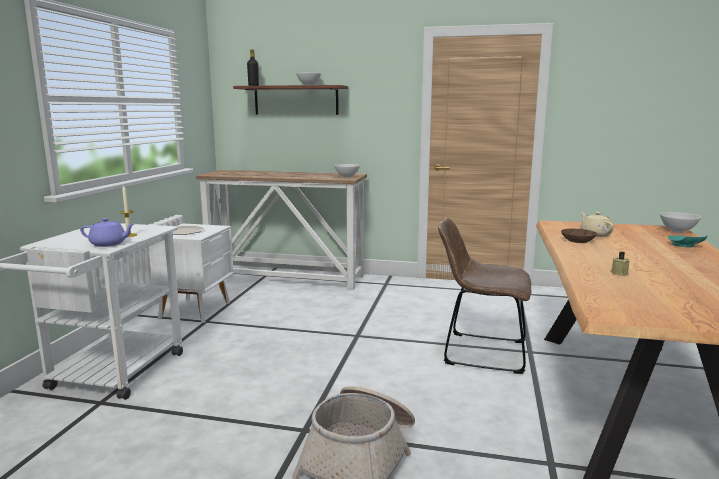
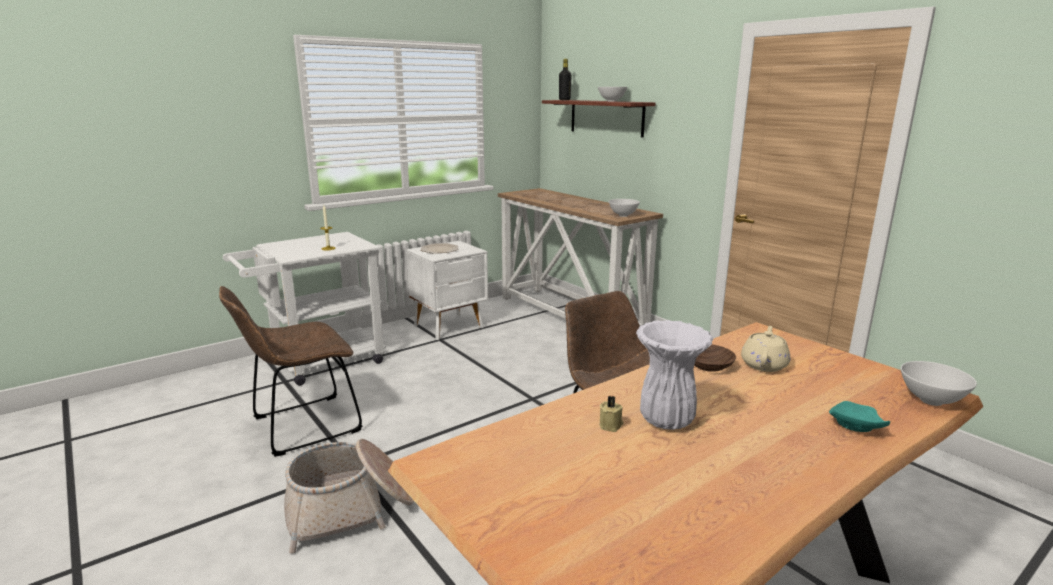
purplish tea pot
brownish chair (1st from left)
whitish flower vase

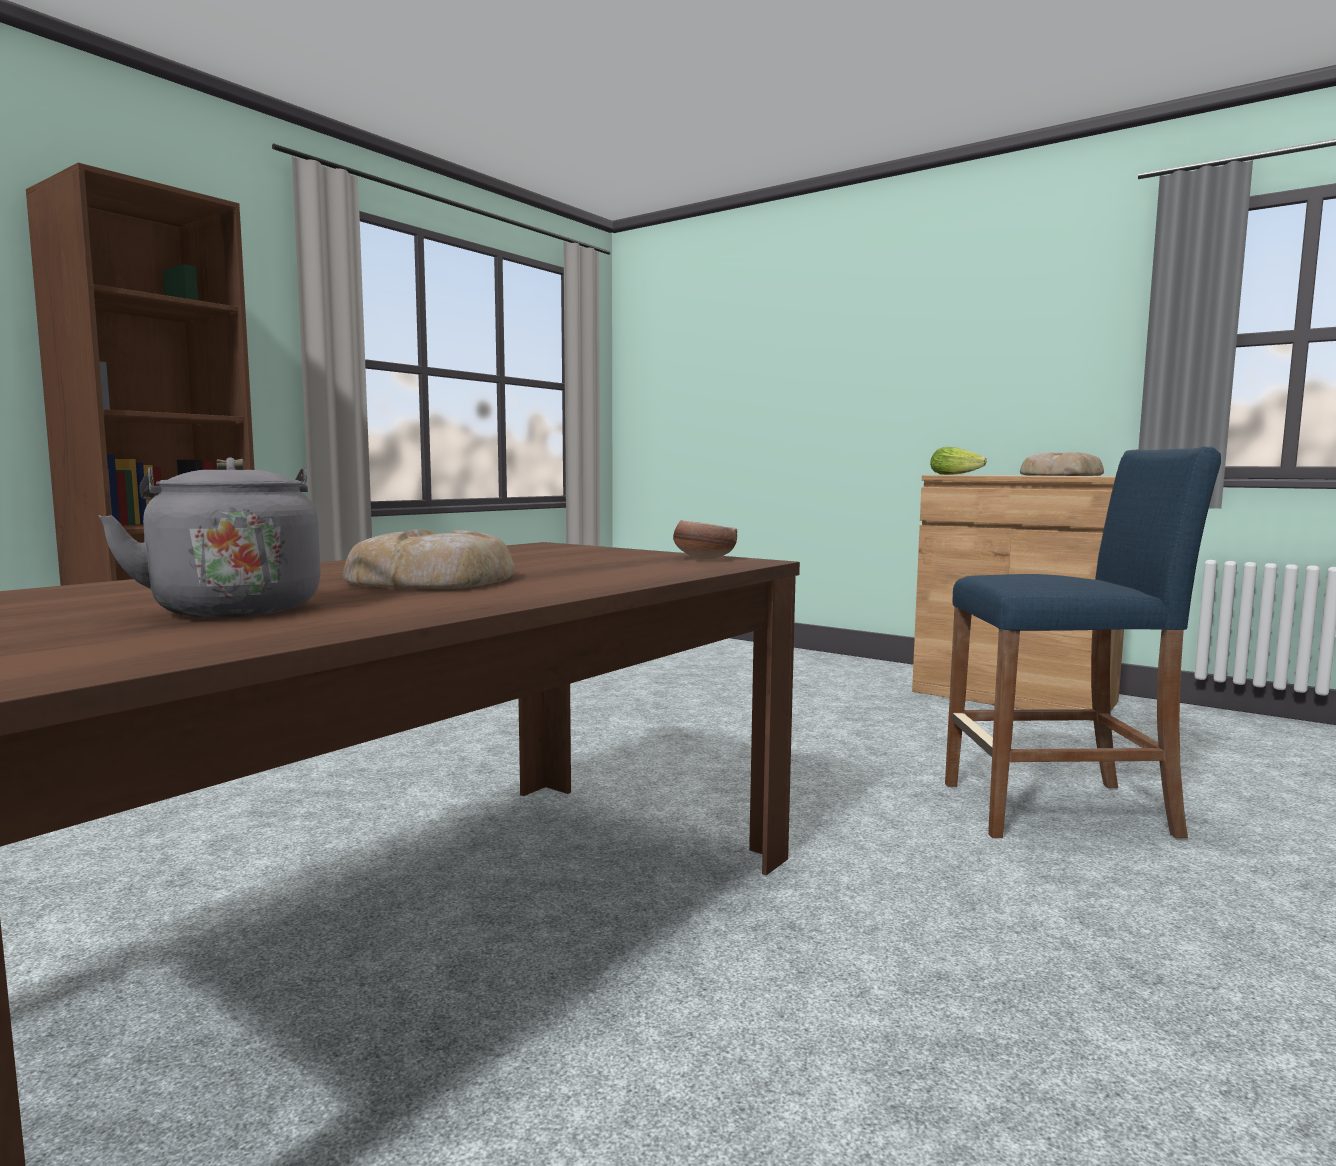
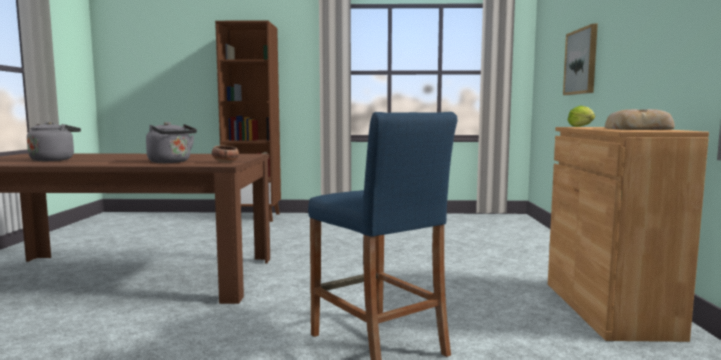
baked bread (1st from left in the first image)
gray kettle (2nd from left)
wall picture

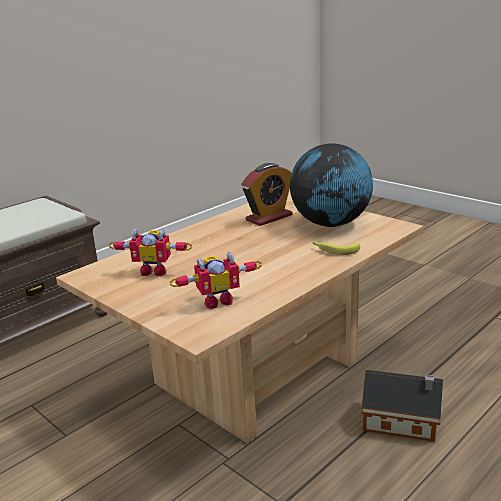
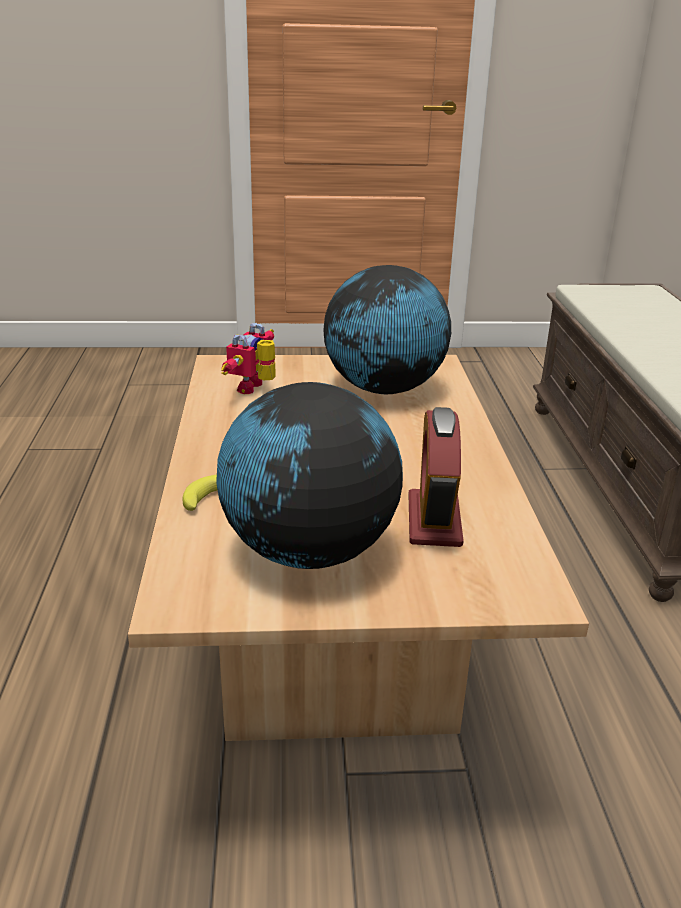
toy house
desk globe (2nd from left)

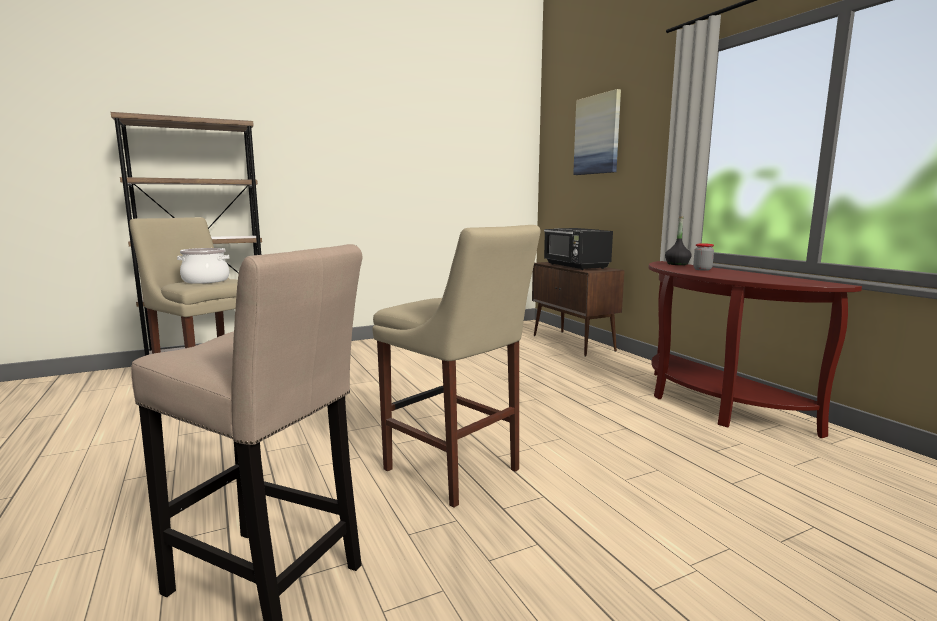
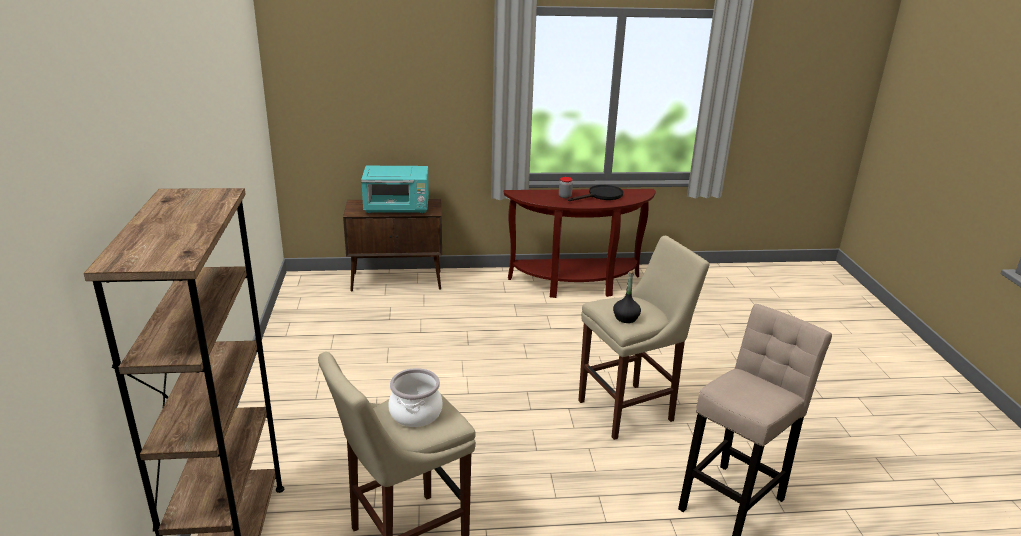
wall picture
blackish skillet
blackish beverage bottle
turquoise kitchen microwave

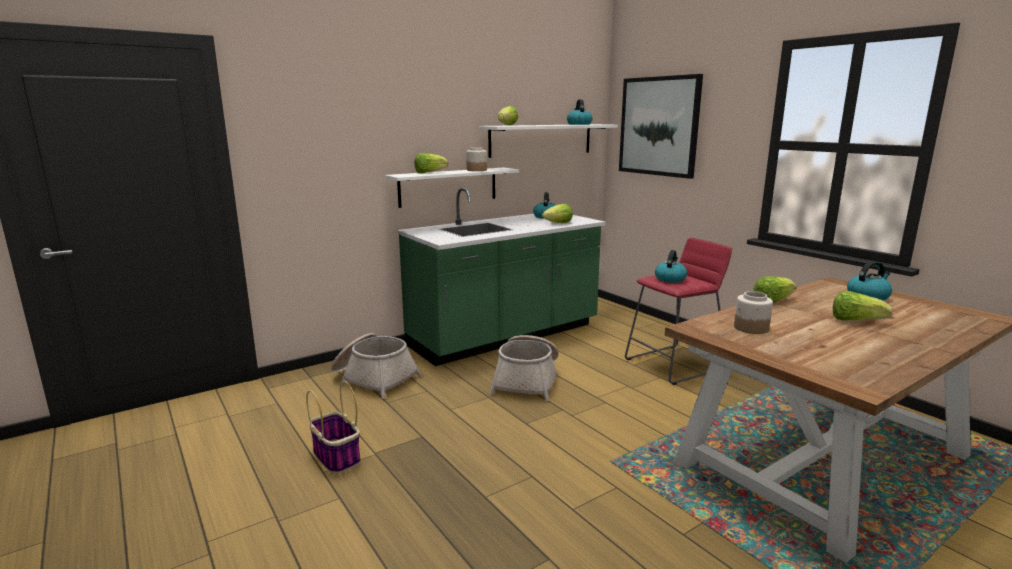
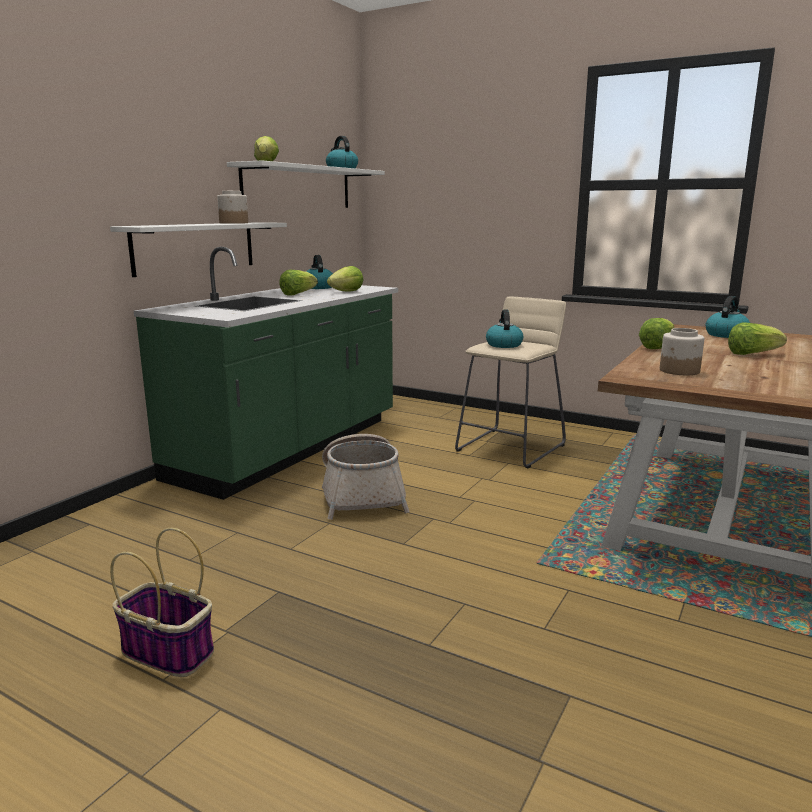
storage basket (2nd from left in the first image)
wall picture
head of lettuce (2nd from left)
beige stool seat

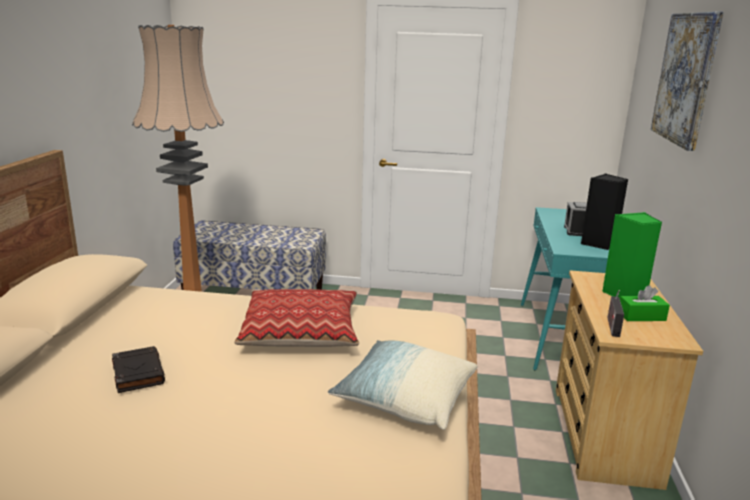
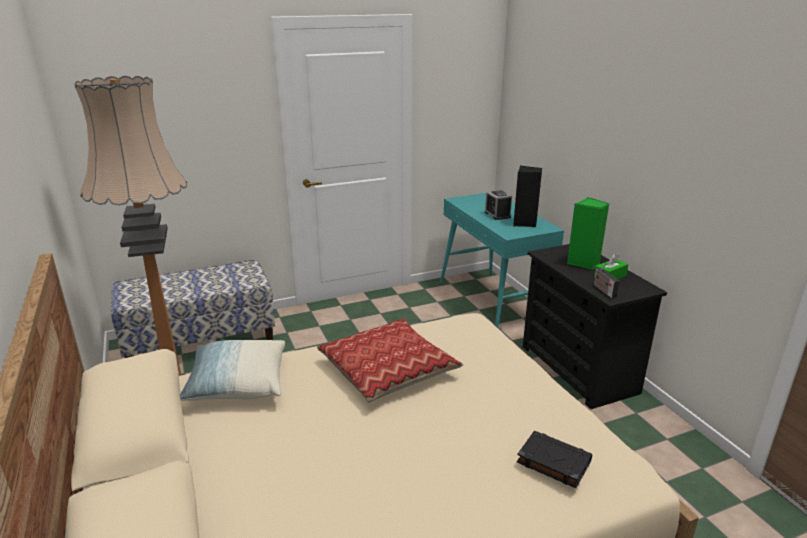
wall picture
blackish book
pillow (1st from left)
blackish dresser

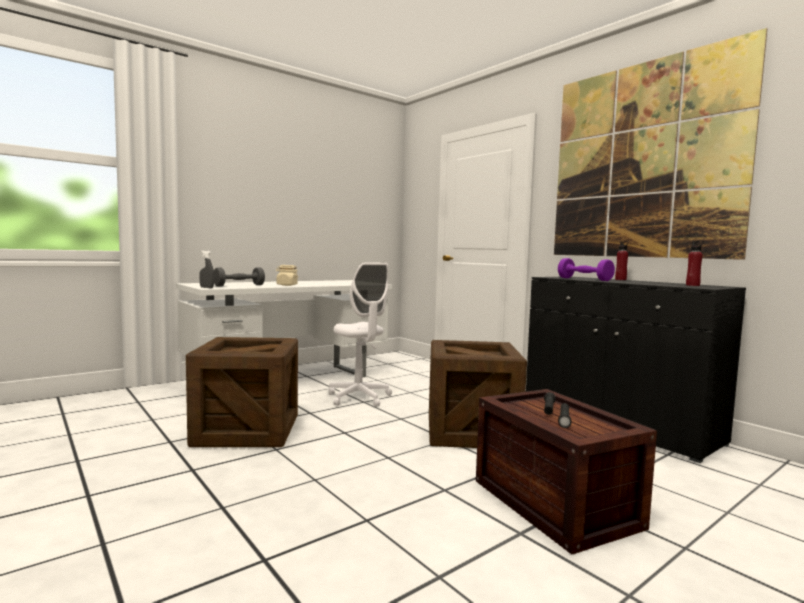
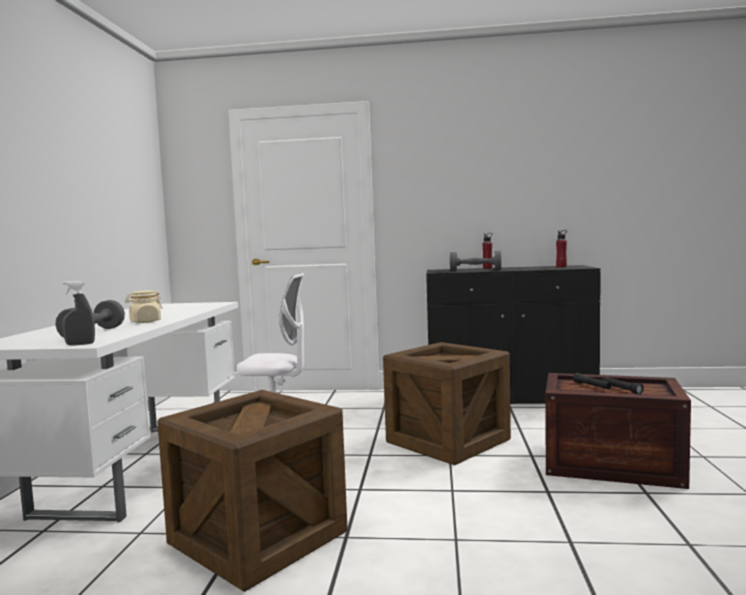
wall picture
gray free weight (2nd from left)

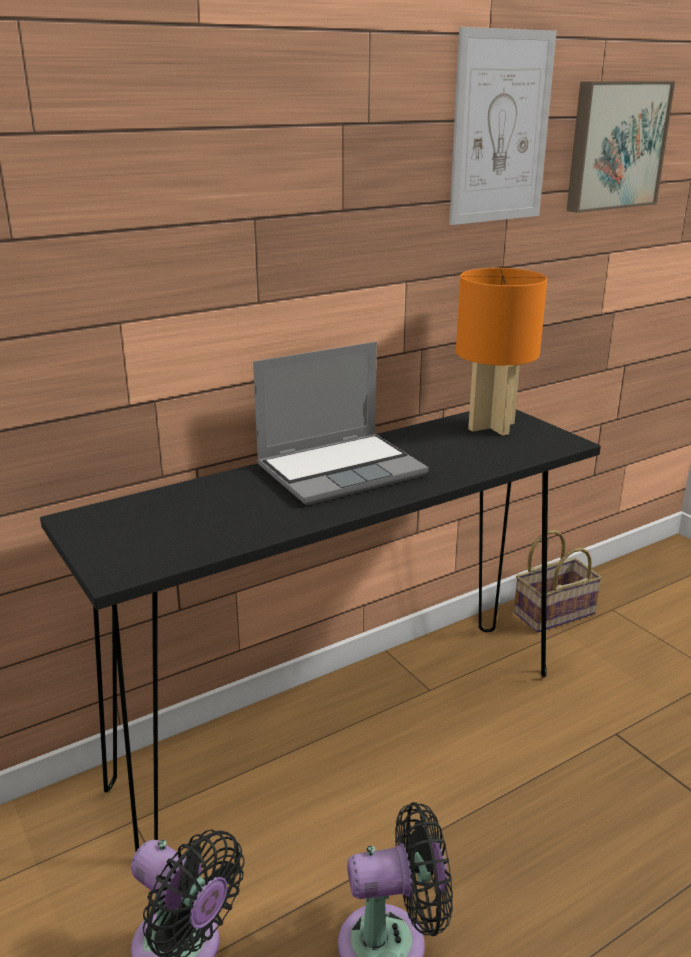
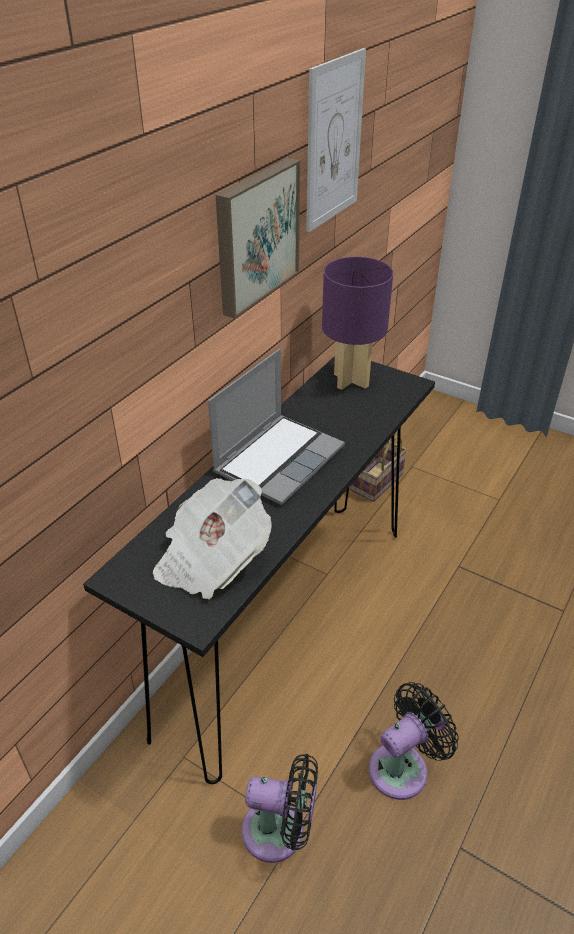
daily paper
wall picture (1st from left)
purplish lamp for a table

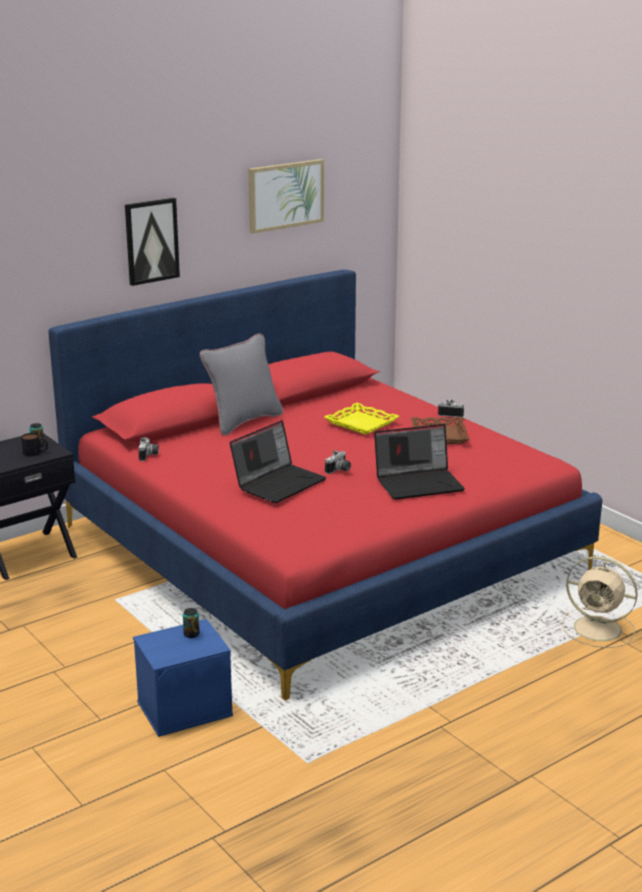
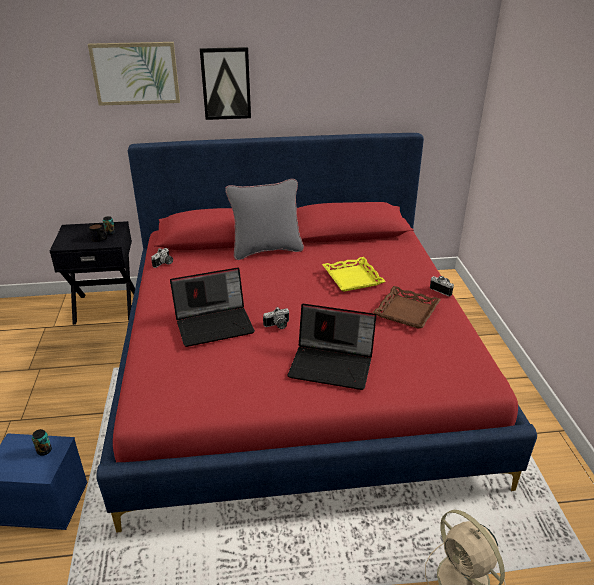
wall picture (1st from left)

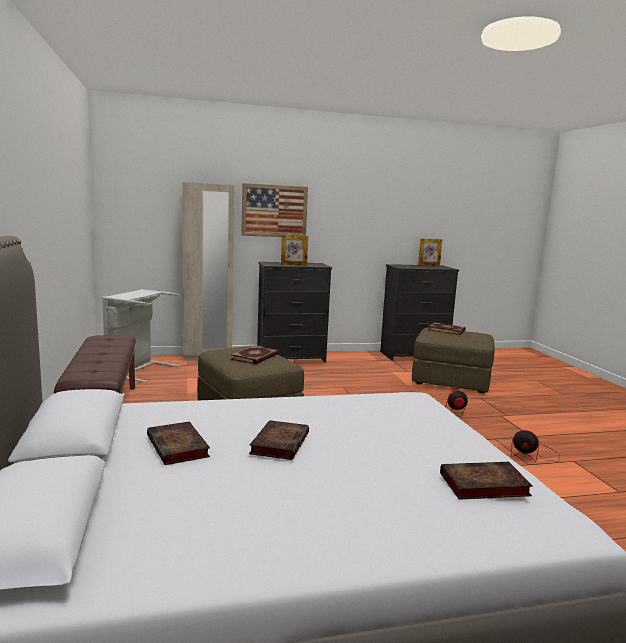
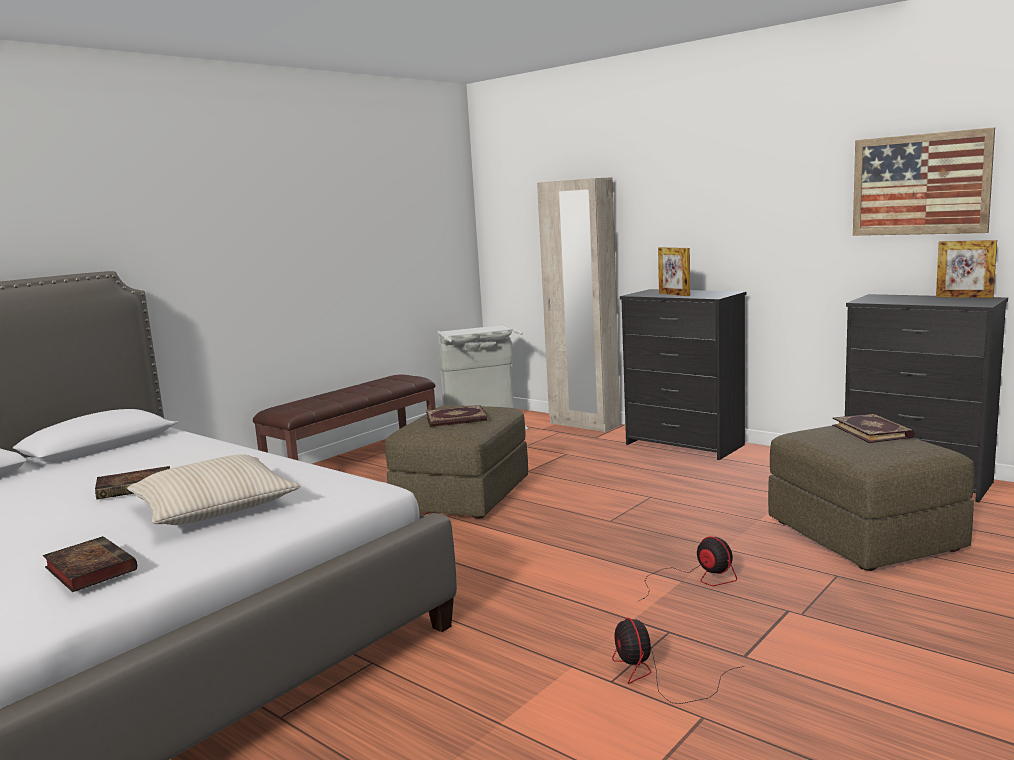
book (1st from left in the first image)
beige pillow
wall picture

